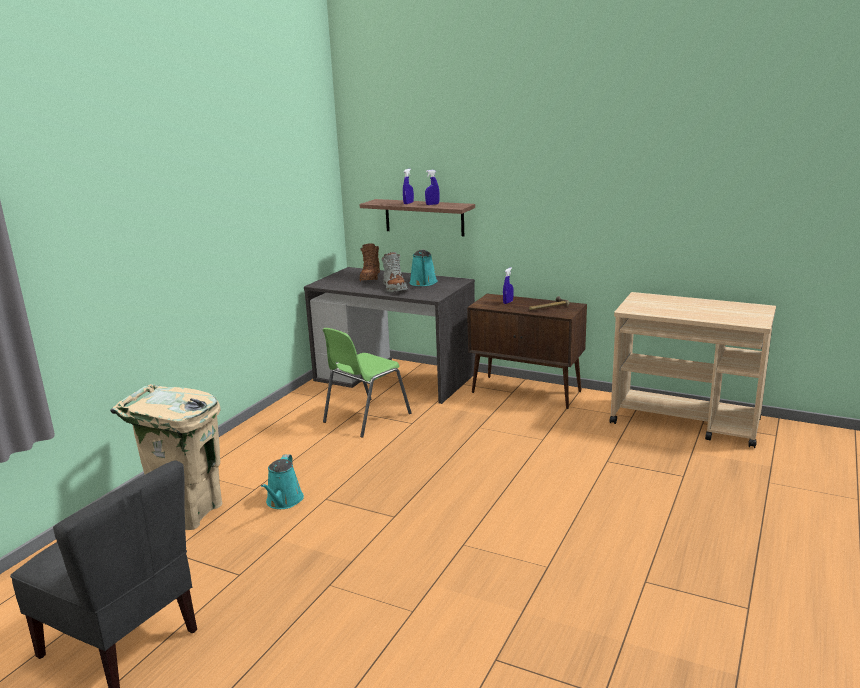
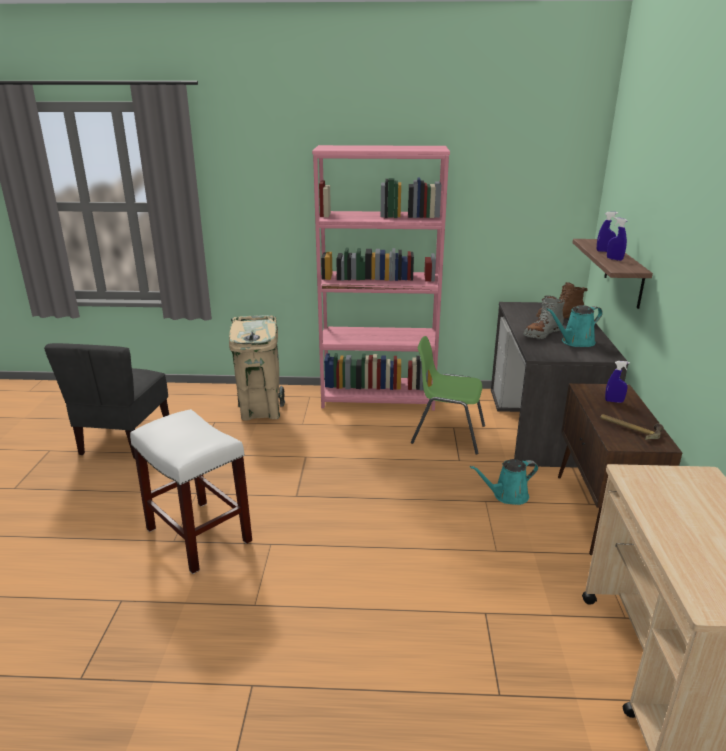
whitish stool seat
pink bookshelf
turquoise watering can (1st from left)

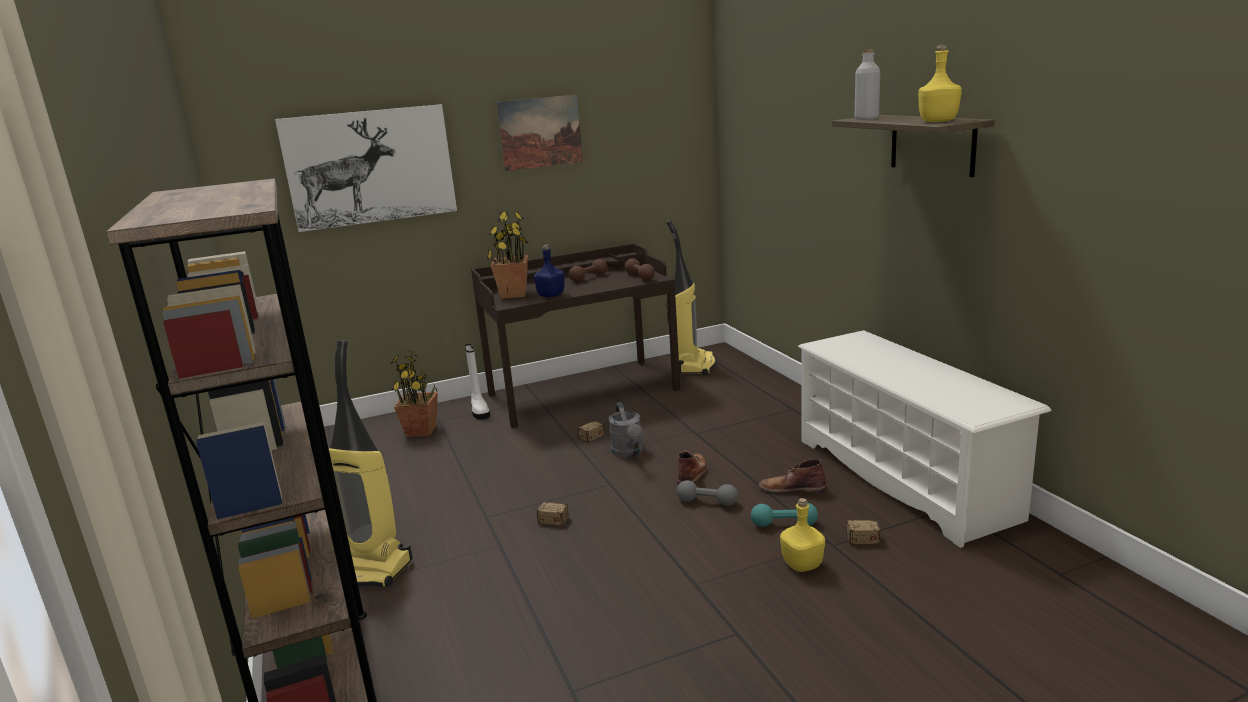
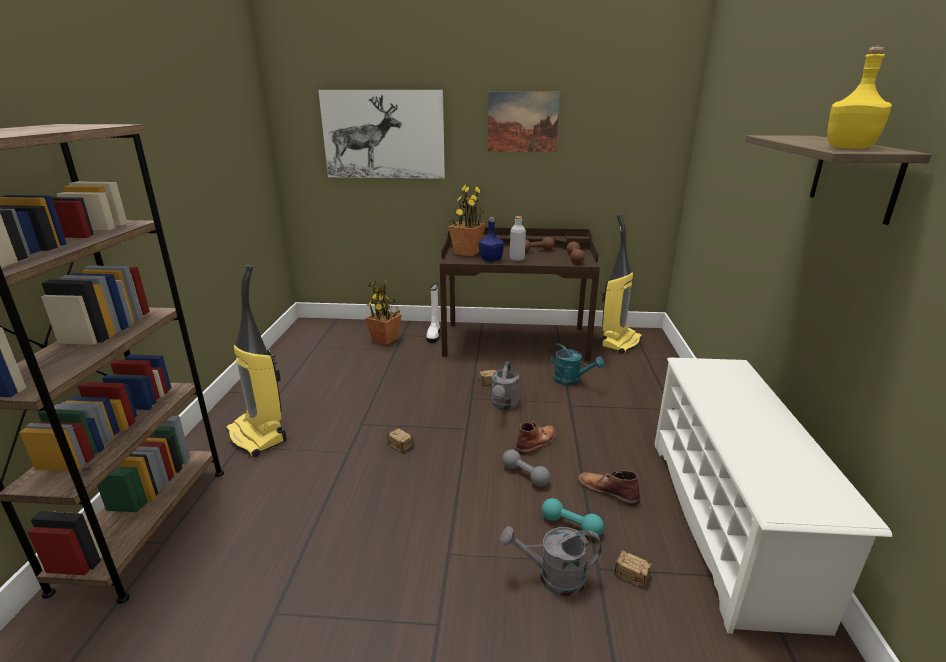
turquoise watering can
gray beverage bottle
gray watering can (2nd from left)

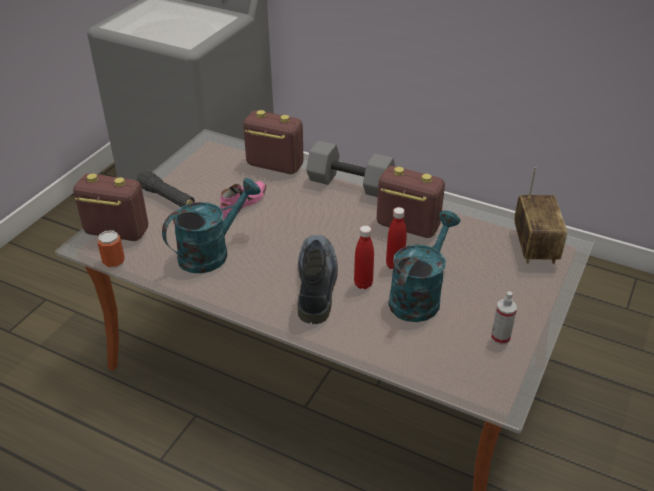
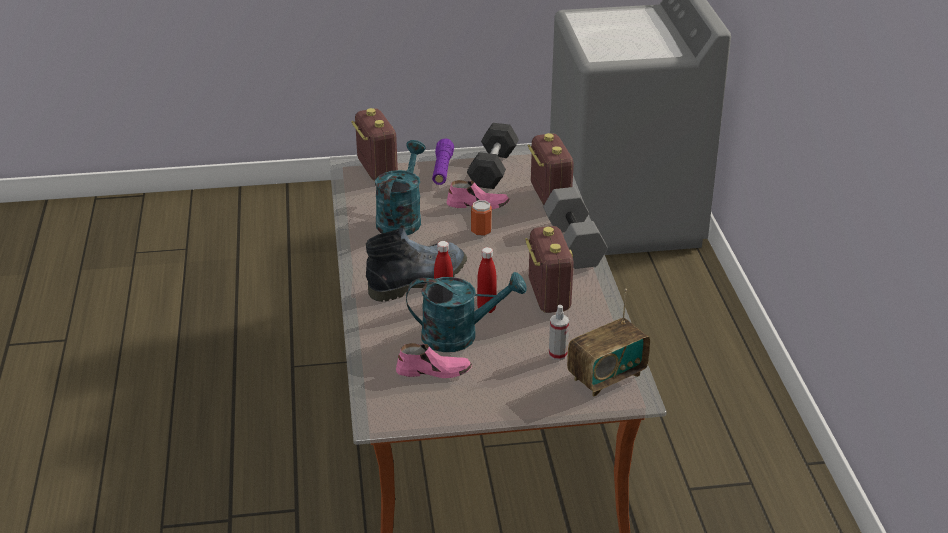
pink shoe (1st from left)
gray free weight (1st from left)
can
sprayer
purplish flashlight
turquoise watering can (1st from left)

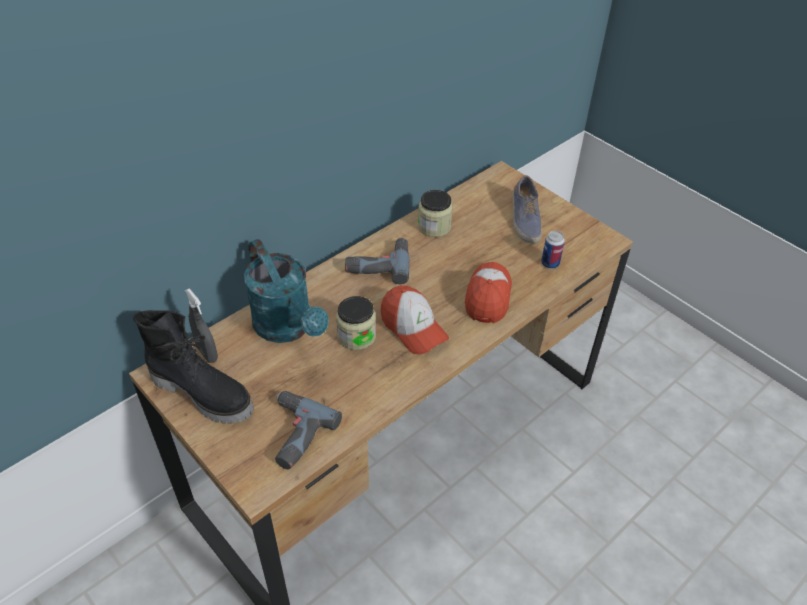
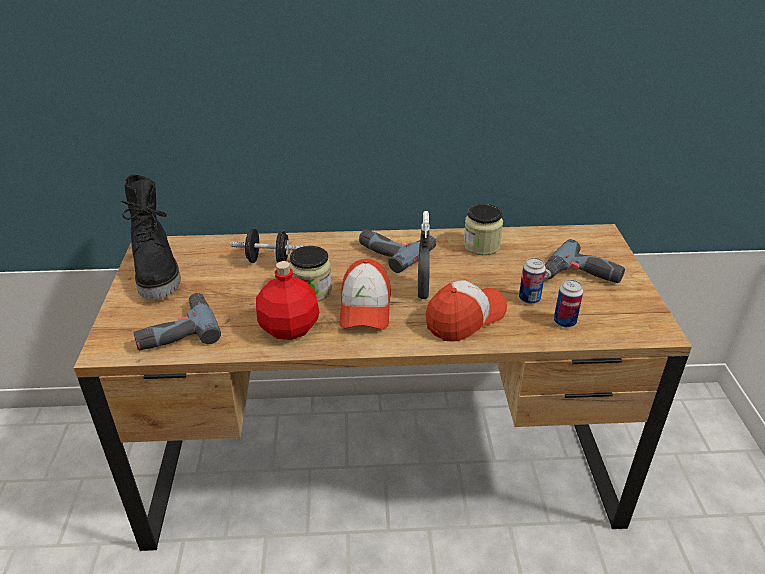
reddish beverage bottle
can (1st from left)
gray sprayer
blackish free weight
drill (3rd from left)

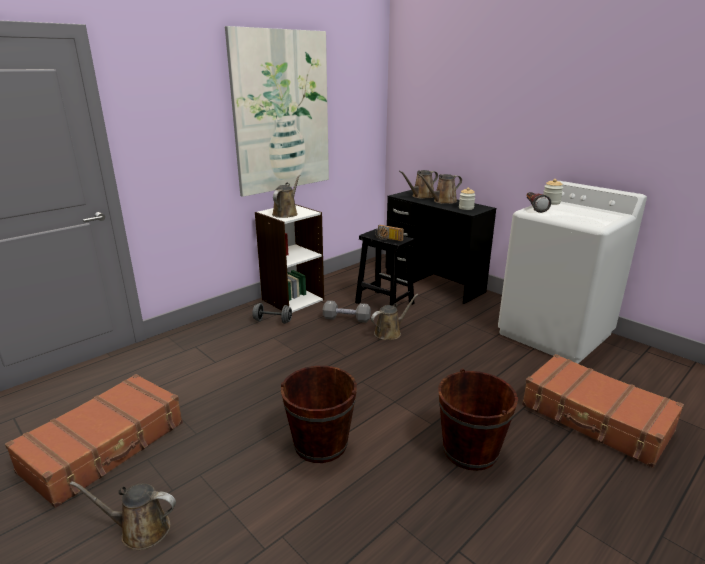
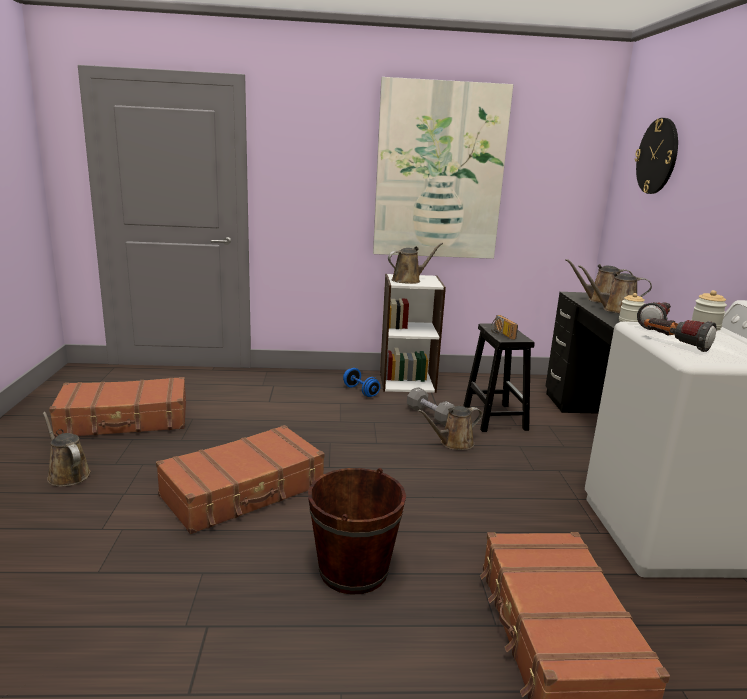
clock on the wall
flashlight (2nd from left)
brownish suitcase (2nd from left)
blue free weight
brownish watering can (3rd from left)

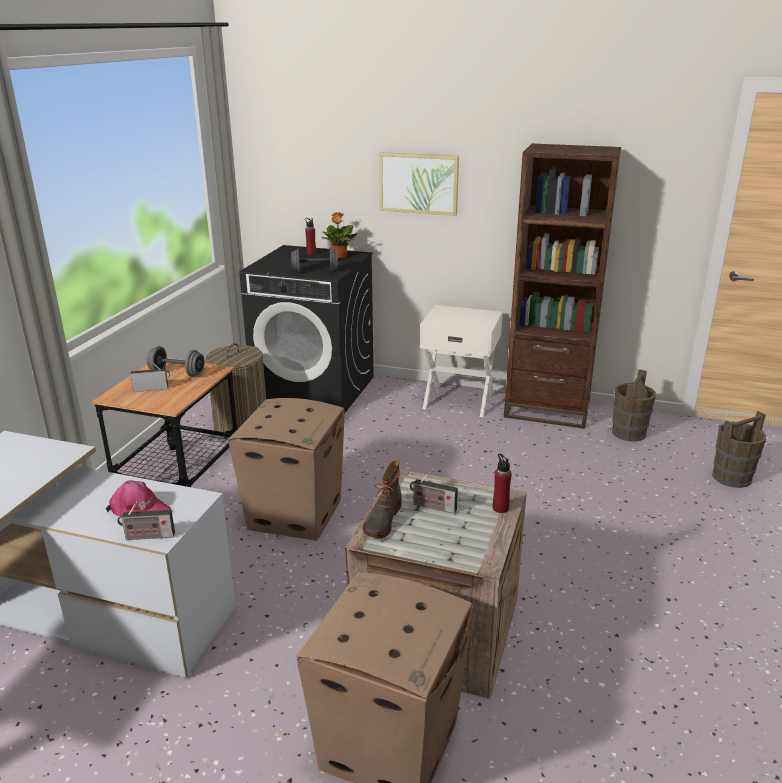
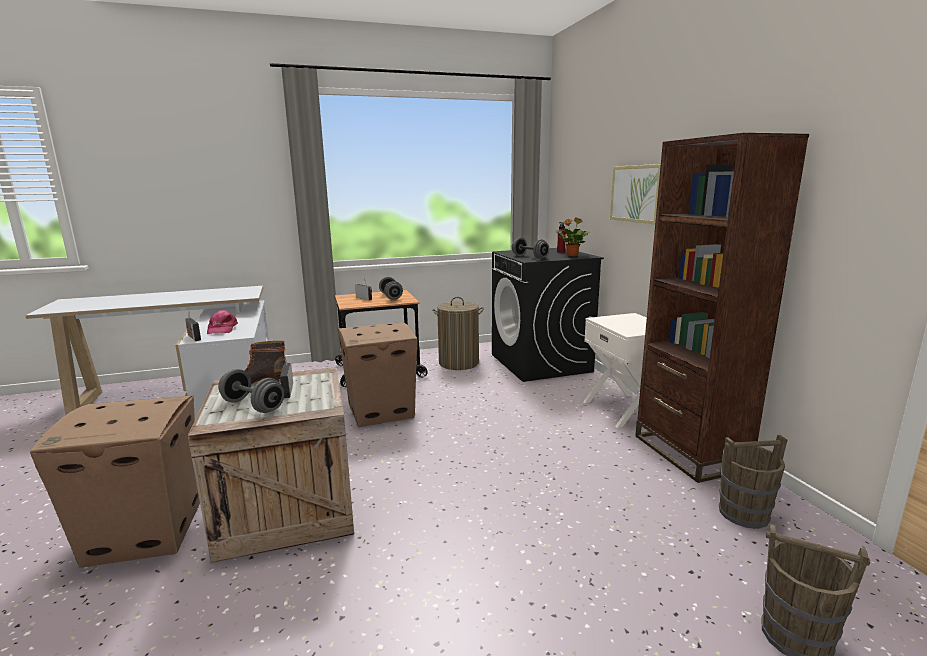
reddish beverage bottle (2nd from left in the first image)
gray free weight (1st from left)

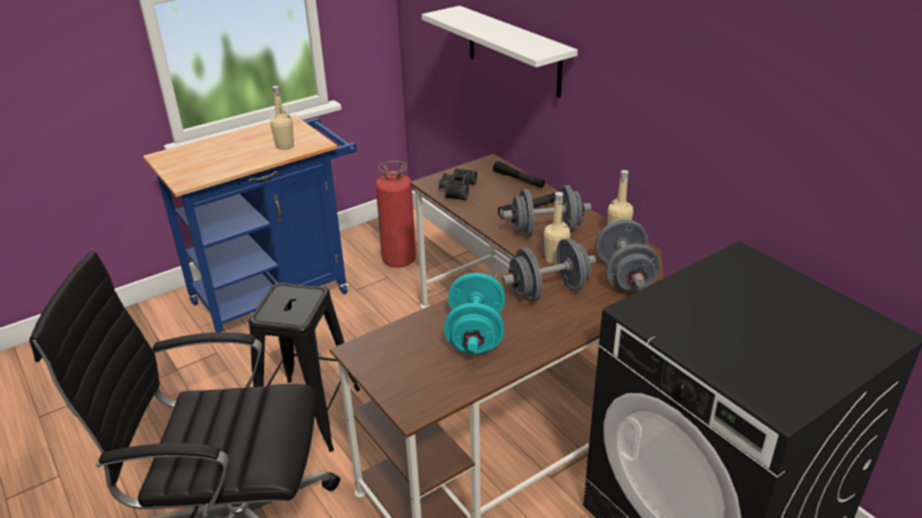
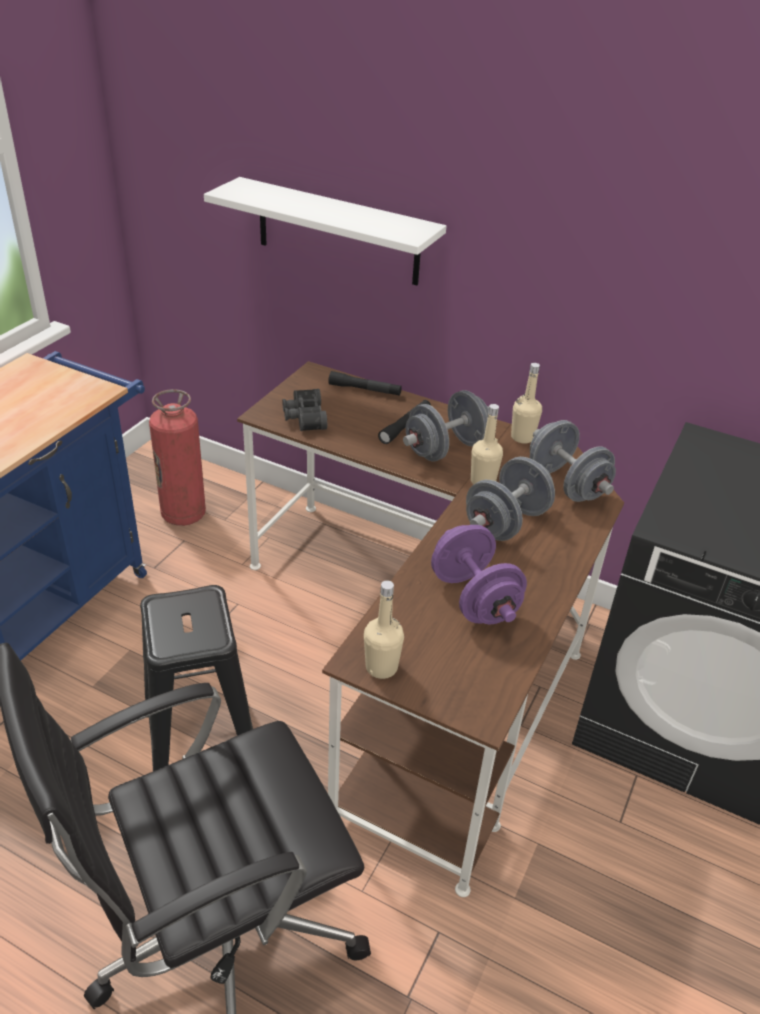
beige beverage bottle (1st from left)
purplish free weight

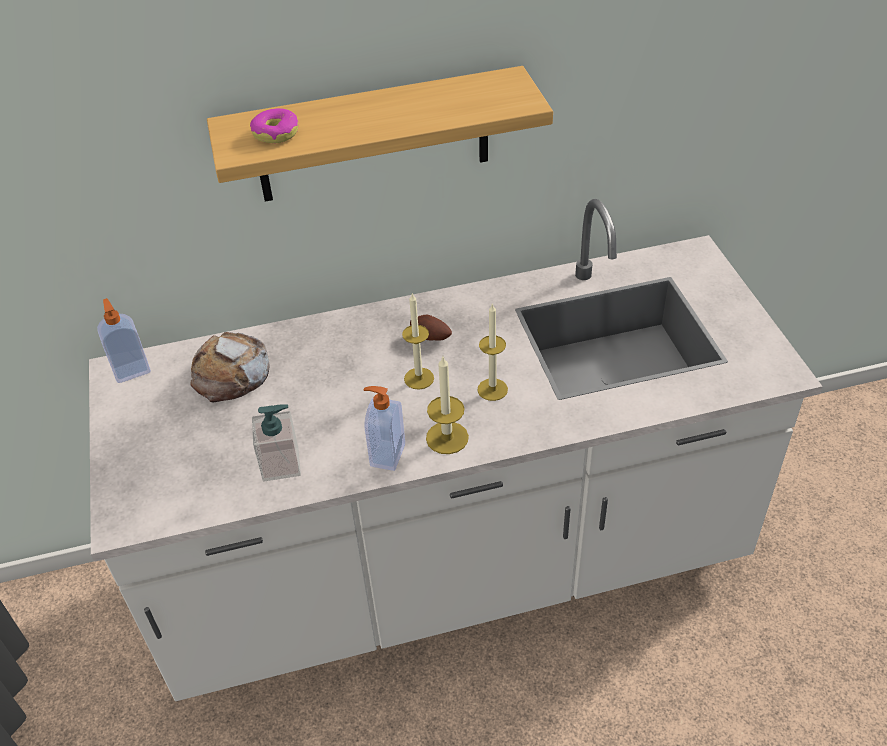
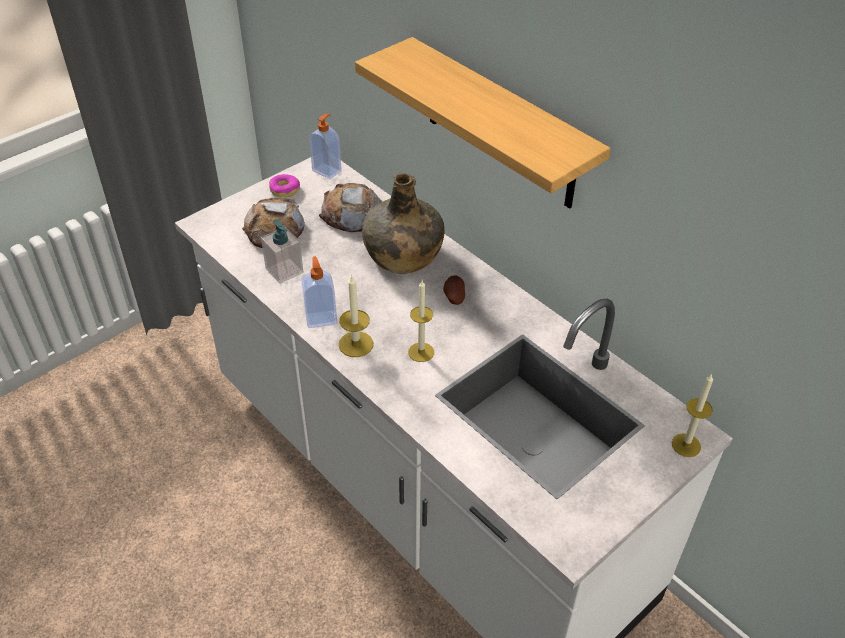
baked bread (1st from left)
greenish beverage bottle
doughnut
candle (3rd from left)

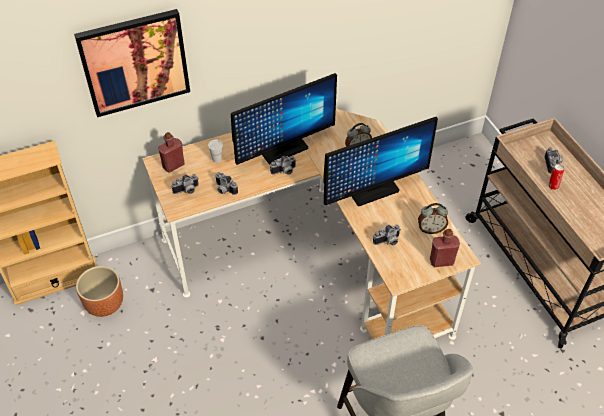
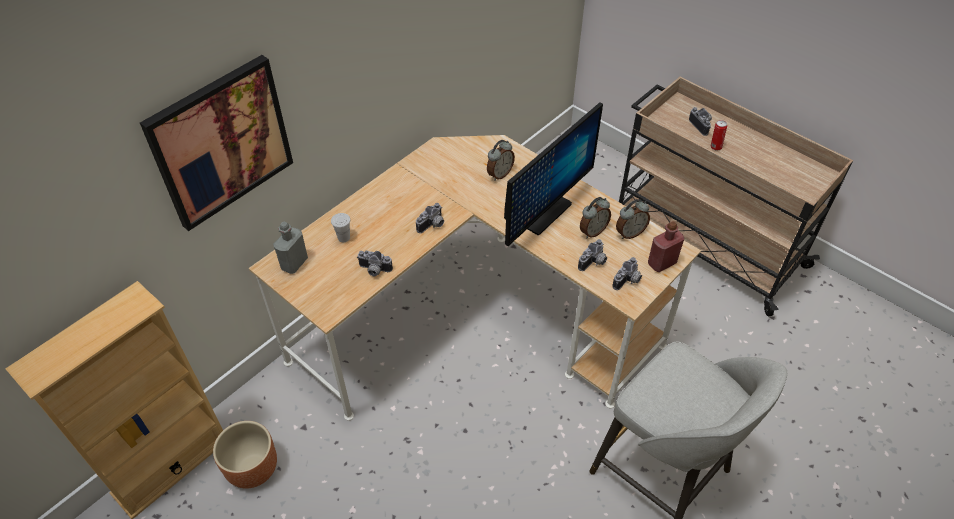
monitor (1st from left in the first image)
alarm clock (2nd from left)
photo camera (4th from left)
gray beverage bottle

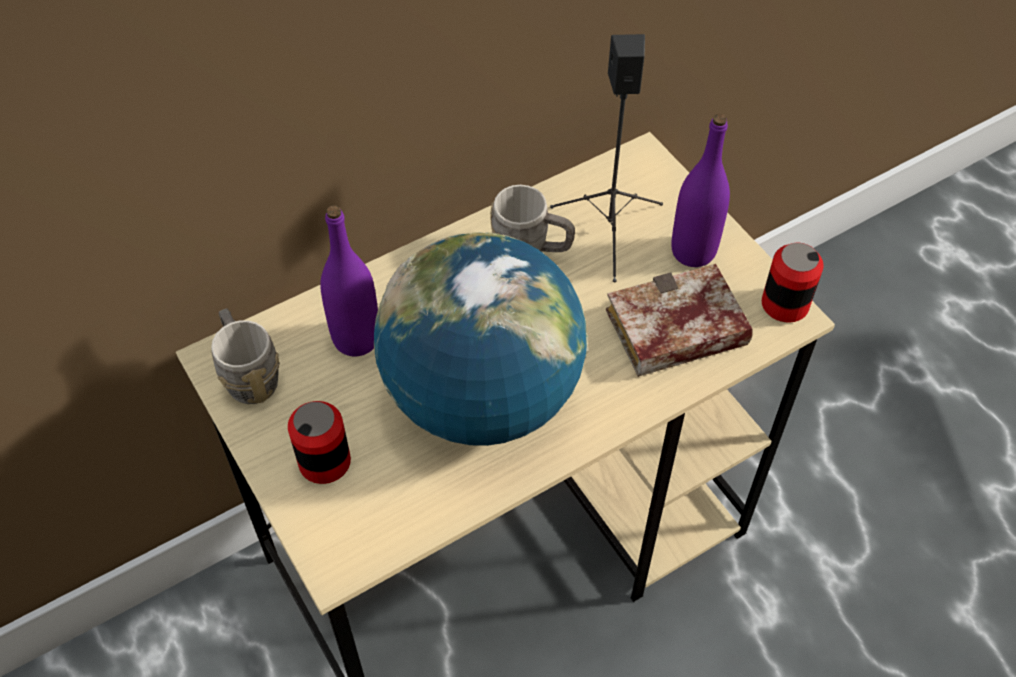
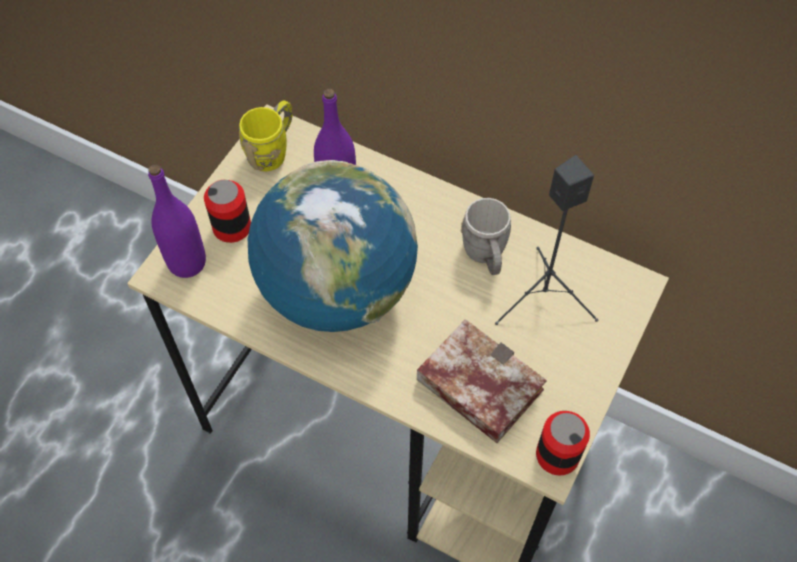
purplish beverage bottle (1st from left)
yellow-coloured mug

